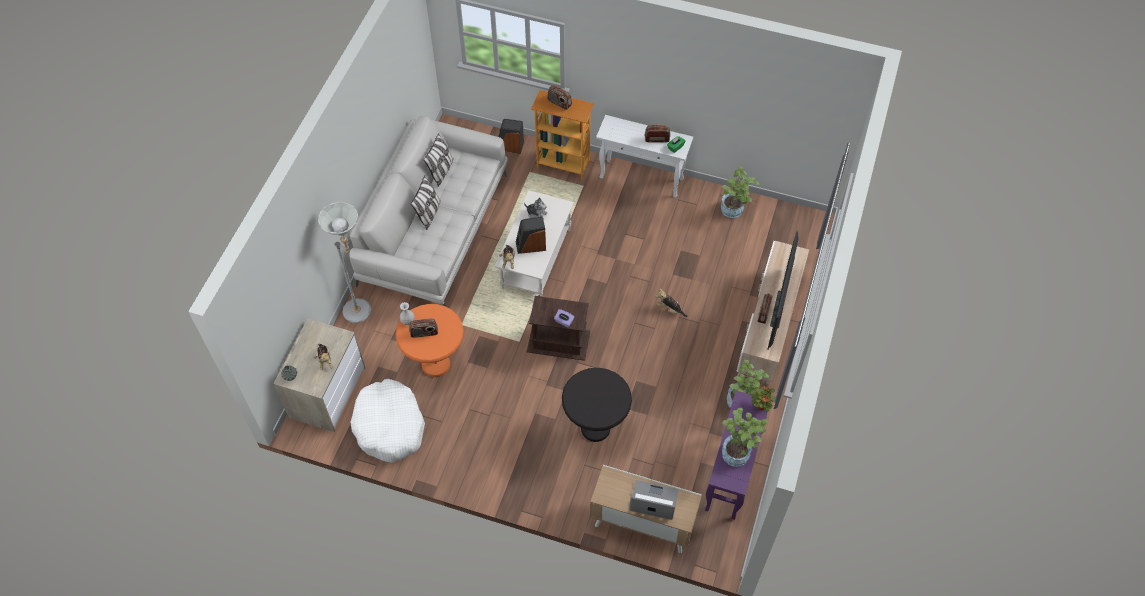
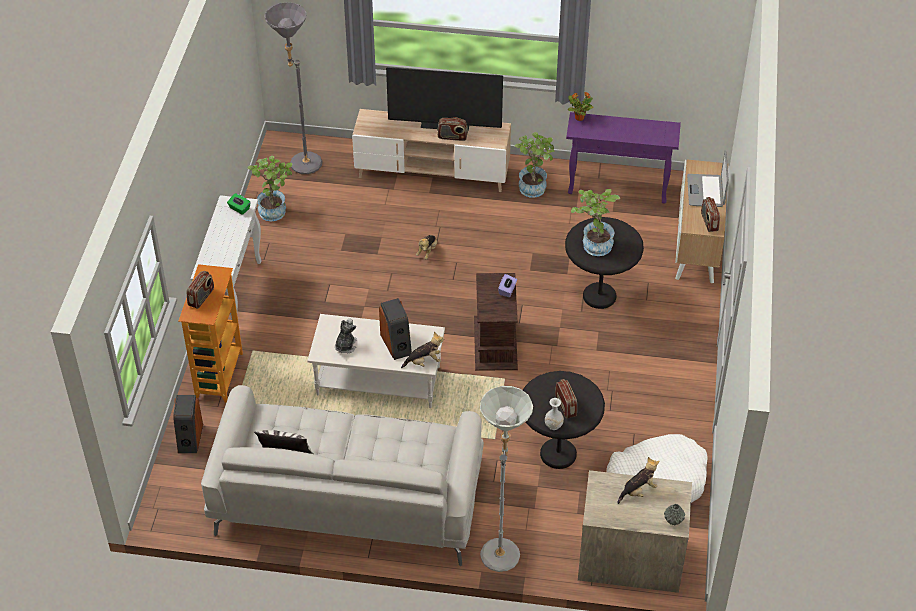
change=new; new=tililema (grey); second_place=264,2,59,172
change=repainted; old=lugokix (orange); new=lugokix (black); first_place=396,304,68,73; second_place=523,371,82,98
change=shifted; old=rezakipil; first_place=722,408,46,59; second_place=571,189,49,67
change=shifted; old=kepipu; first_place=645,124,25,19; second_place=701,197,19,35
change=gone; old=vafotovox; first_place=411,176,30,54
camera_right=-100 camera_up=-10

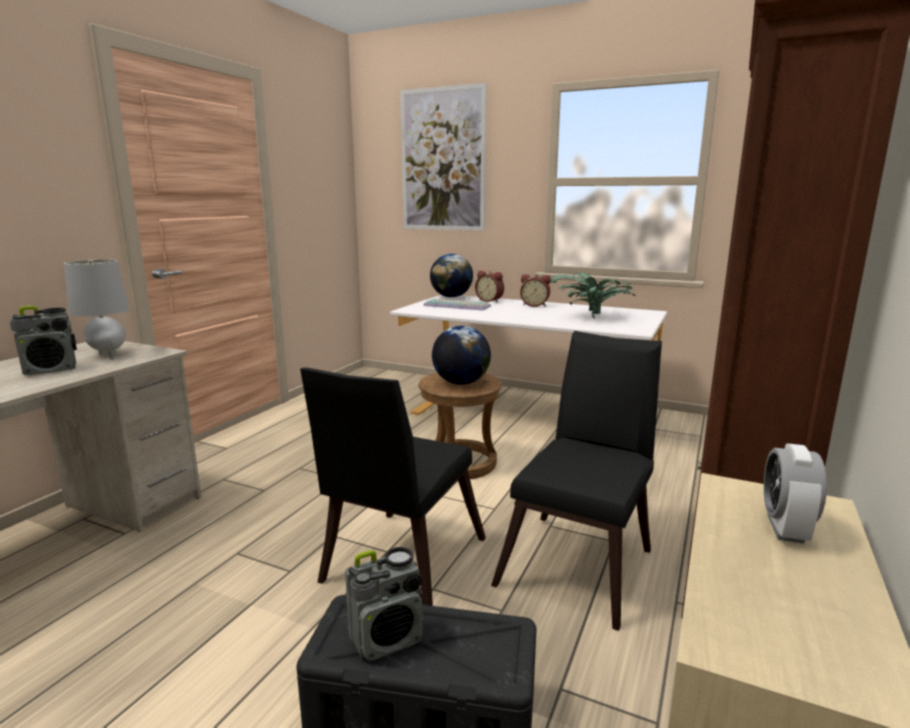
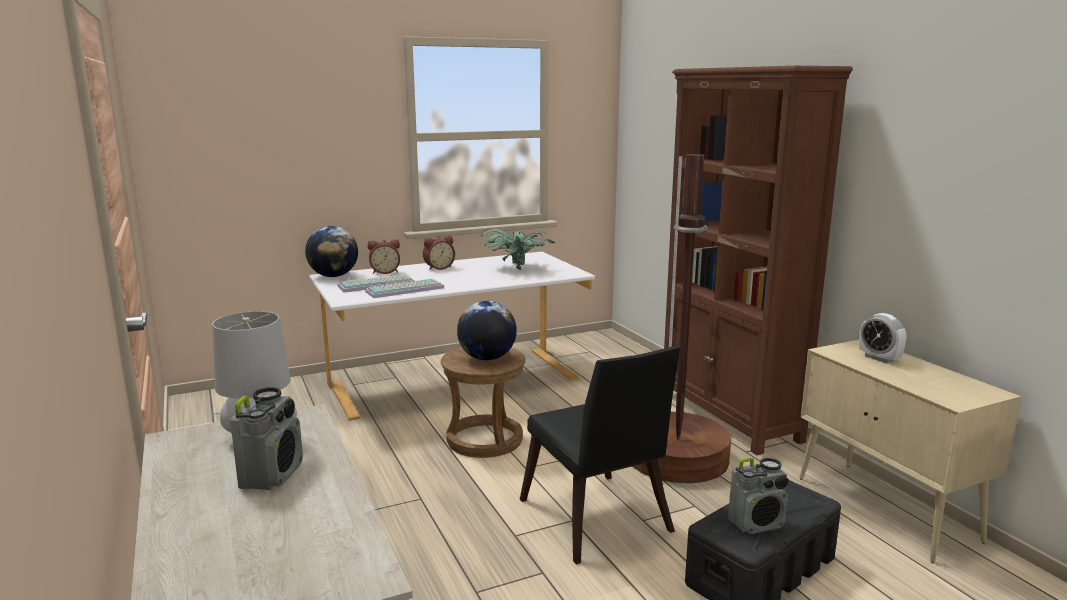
change=new; new=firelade; second_place=365,278,79,20
change=swapped; old=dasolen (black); new=tililema (brown); first_place=491,331,171,300; second_place=632,154,99,330
change=rotated; old=kepipu; first_place=345,547,78,113; second_place=728,457,61,77; degrees=60
change=gone; old=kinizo; first_place=400,83,87,148
camera_right=-50 camera_up=0

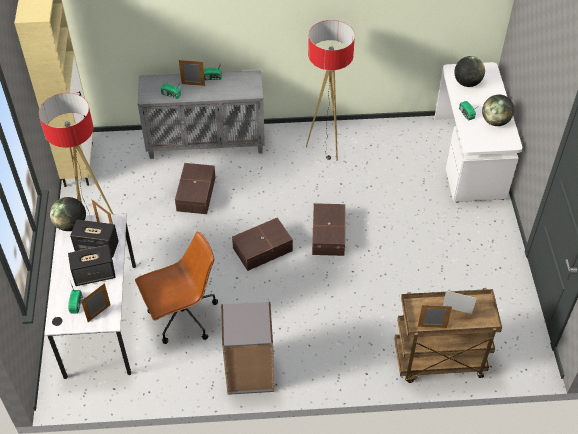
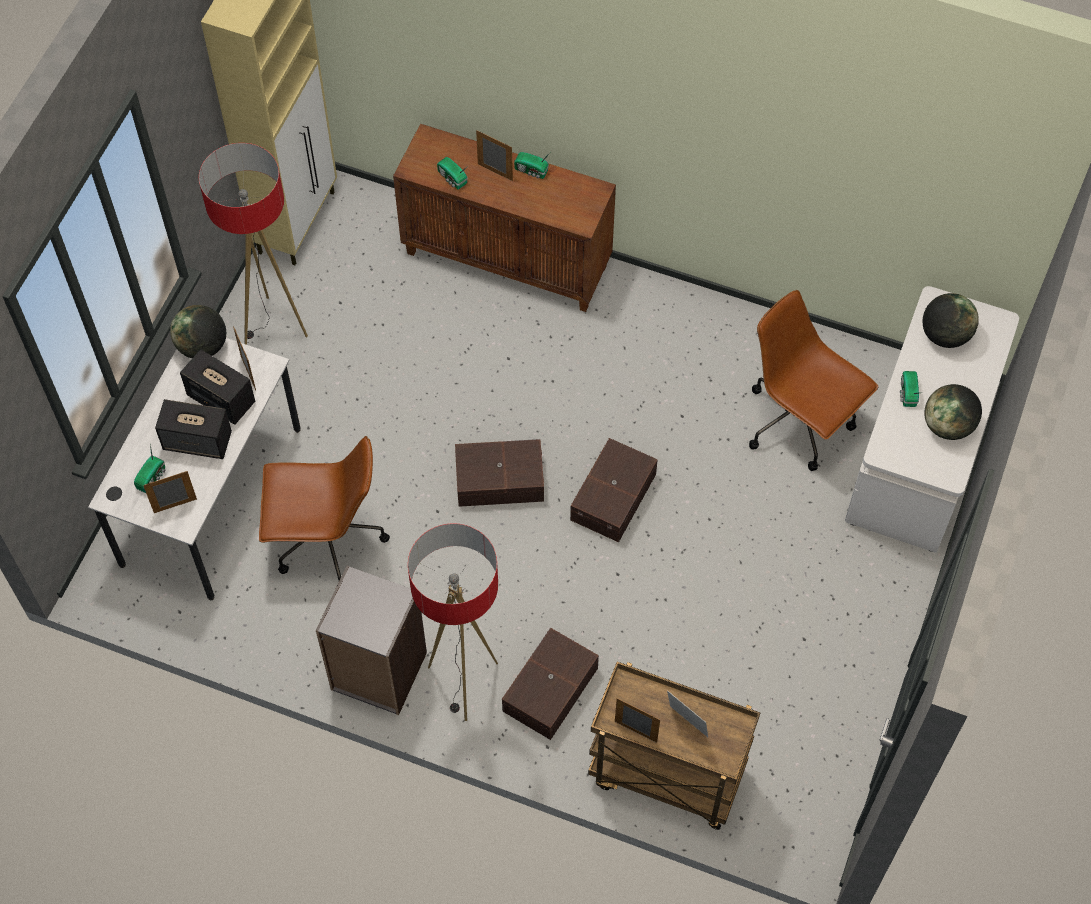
change=repainted; old=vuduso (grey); new=vuduso (brown); first_place=138,70,127,89; second_place=393,124,223,188
change=shifted; old=tililema; first_place=306,20,49,141; second_place=408,523,90,198
change=shifted; old=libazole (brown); first_place=175,163,41,51; second_place=502,628,97,112
change=new; new=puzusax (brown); second_place=749,290,129,181
camera_right=25 camera_up=10

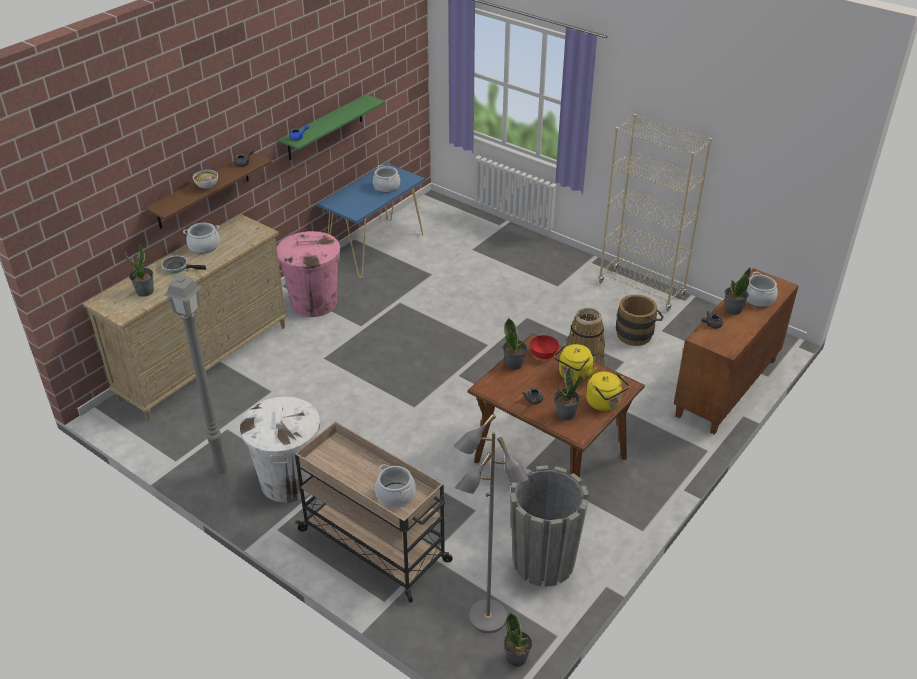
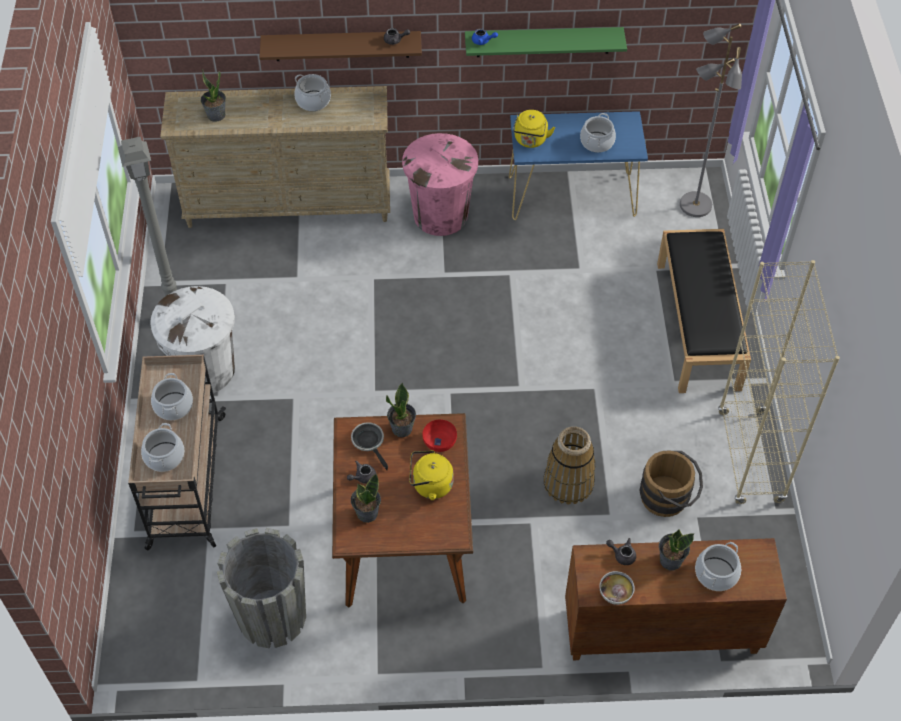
change=new; new=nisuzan; second_place=151,373,42,47
change=shifted; old=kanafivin; first_place=161,256,45,17; second_place=351,422,37,48
change=shifted; old=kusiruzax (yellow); first_place=586,372,44,39; second_place=513,110,42,38
change=shifted; old=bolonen; first_place=193,170,25,19; second_place=599,571,36,34
change=new; new=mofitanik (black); second_place=657,229,94,164
change=shifted; old=tililema (grey); first_place=454,414,75,219; second_place=680,23,62,194
change=gone; old=rezakipil; first_place=504,613,29,54
camera_right=50 camera_up=15

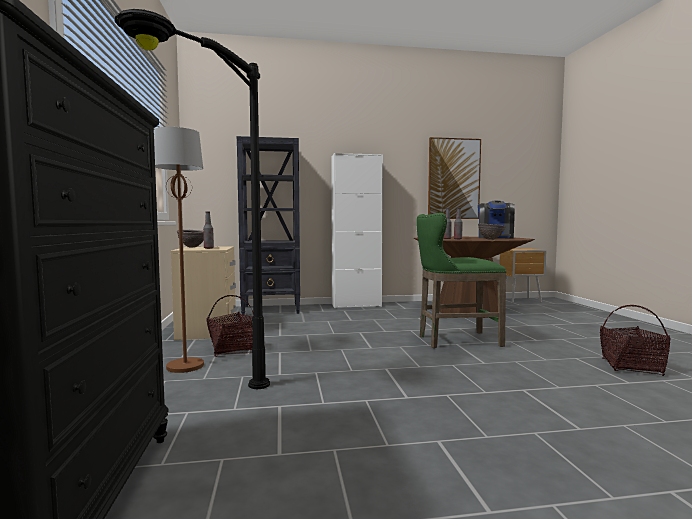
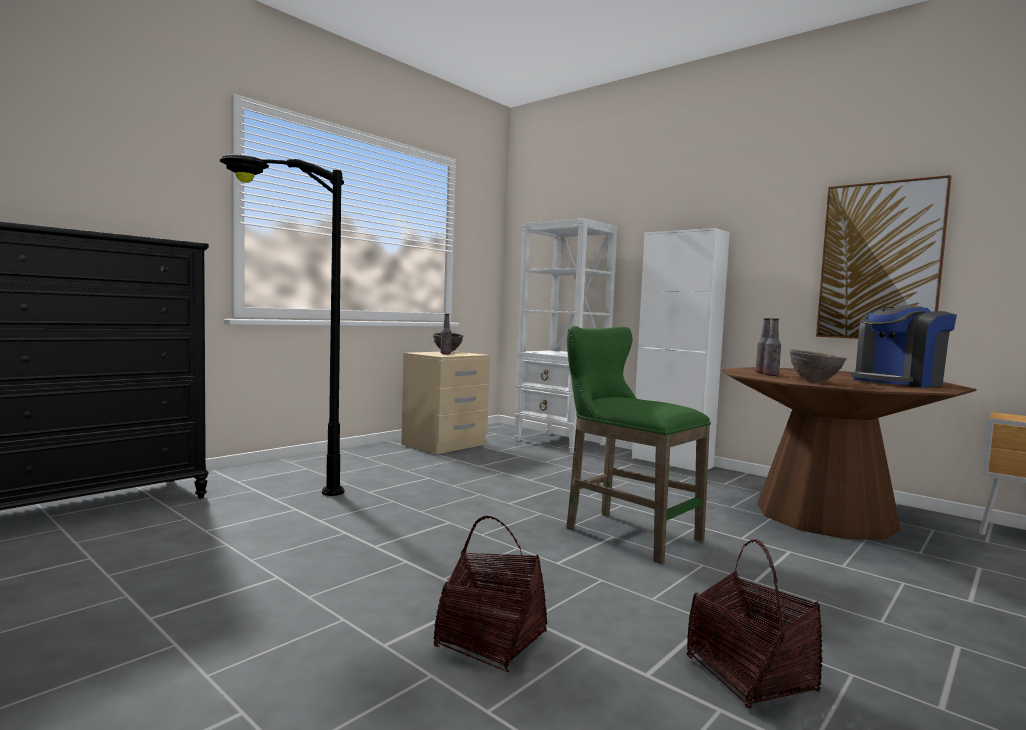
change=shifted; old=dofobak; first_place=206,295,47,62; second_place=434,516,114,156
change=repainted; old=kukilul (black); new=kukilul (white); first_place=237,136,63,179; second_place=514,218,104,235
change=gone; old=tililema (brown); first_place=154,127,50,246
camera_right=50 camera_up=0

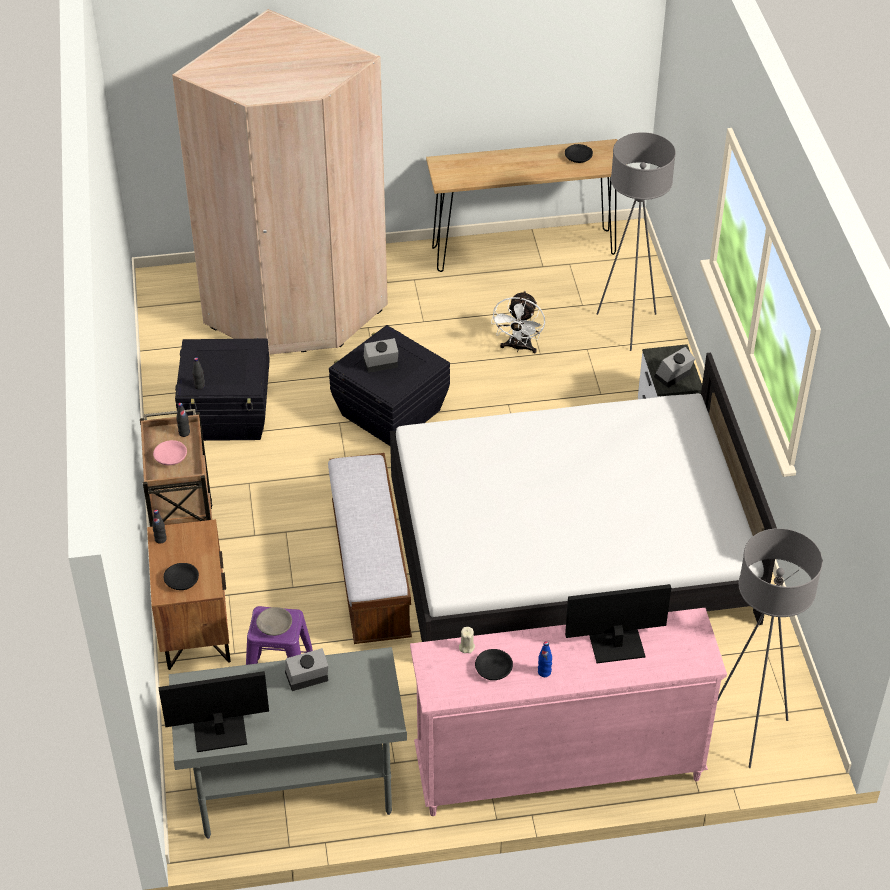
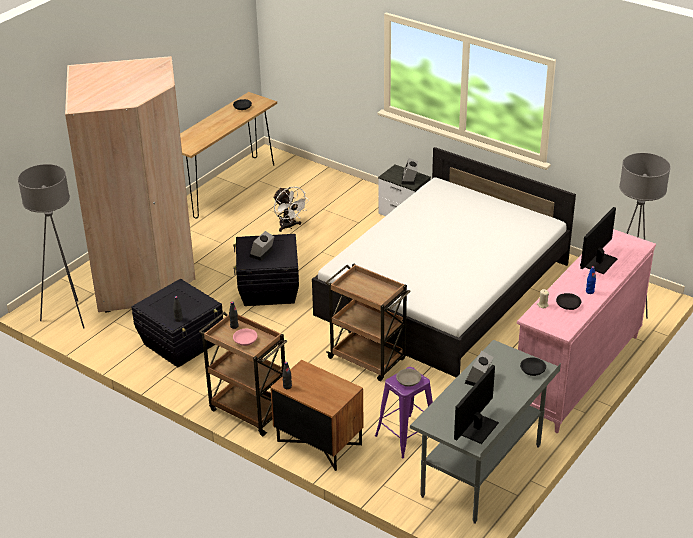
change=shifted; old=tililema (grey); first_place=597,132,79,219; second_place=18,164,67,164
change=swapped; old=mofitanik; new=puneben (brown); first_place=328,453,84,191; second_place=325,263,86,118
change=shifted; old=bolonen (black); first_place=164,563,35,27; second_place=520,357,26,19
camera_right=-45 camera_up=-10

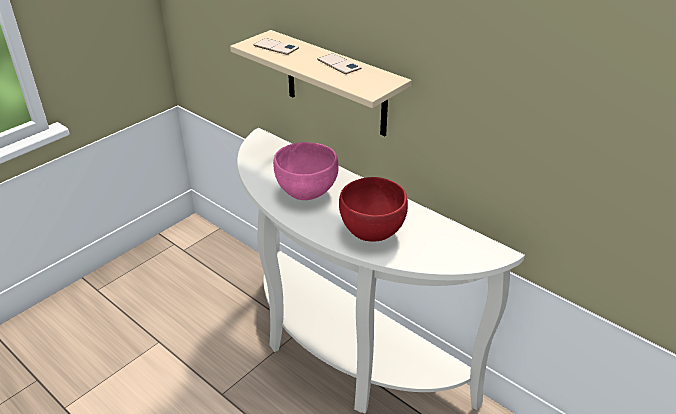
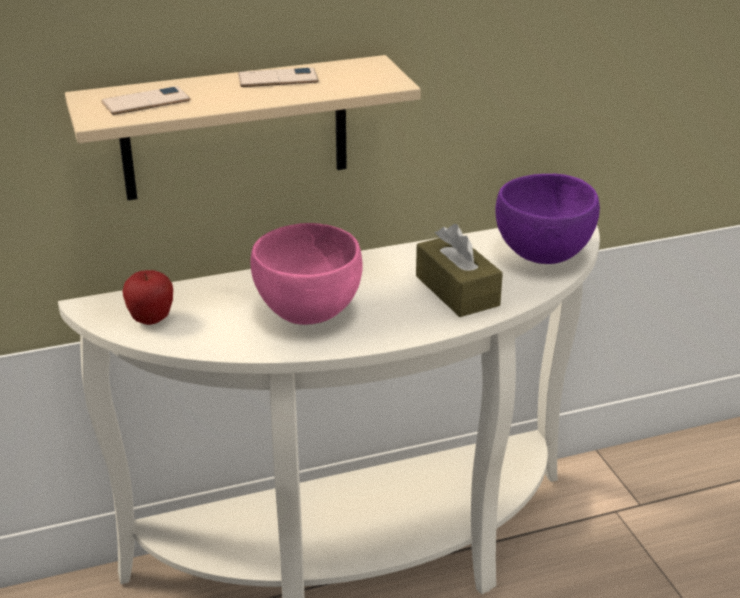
change=new; new=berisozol; second_place=123,270,50,55
change=swapped; old=bolonen (red); new=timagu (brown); first_place=339,177,69,65; second_place=416,224,87,93
change=new; new=bolonen (purple); second_place=496,174,104,90
camera_right=-60 camera_up=-5

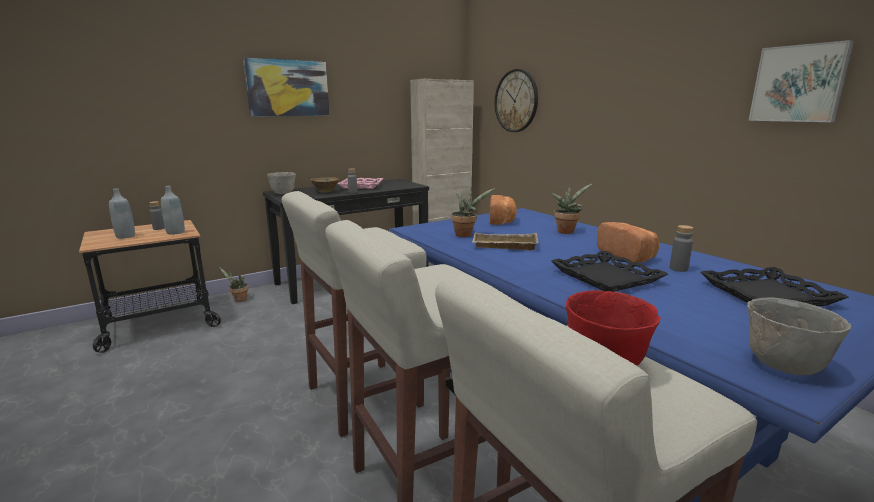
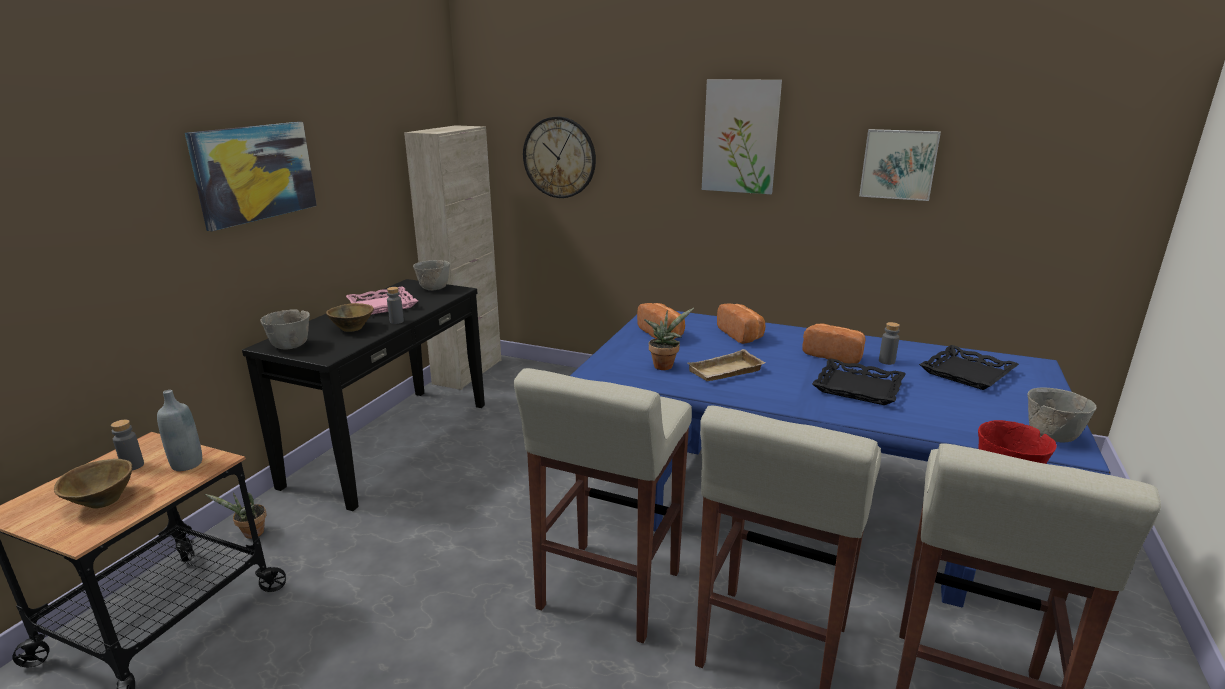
change=swapped; old=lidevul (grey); new=bolonen (brown); first_place=109,188,26,51; second_place=54,459,78,50
change=new; new=bolonen (grey); second_place=413,260,37,31
change=new; new=kinizo; second_place=702,79,80,115
change=swapped; old=rezakipil; new=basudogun; first_place=550,184,42,50; second_place=717,304,48,40
camera_right=-35 camera_up=5

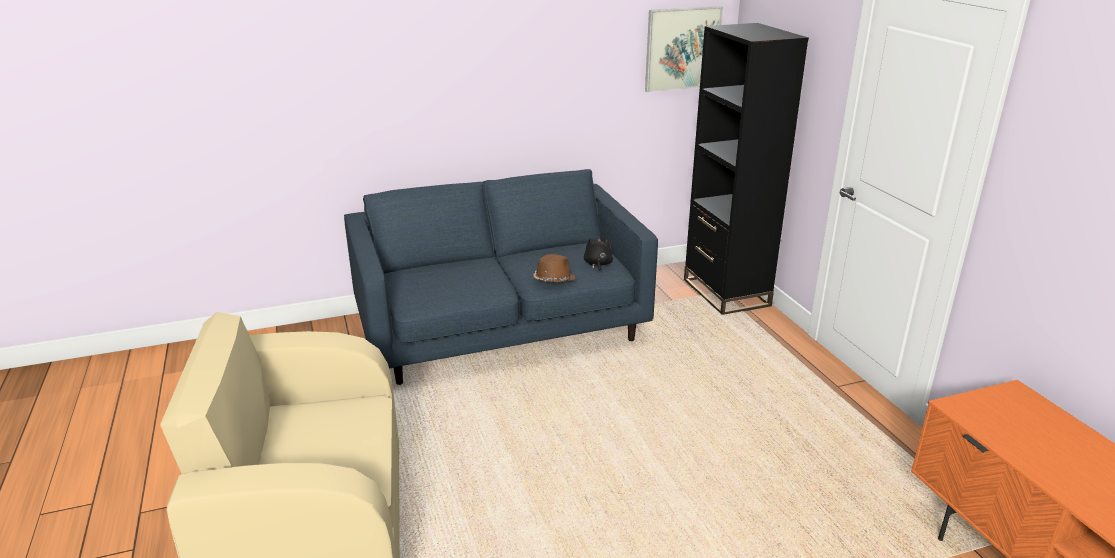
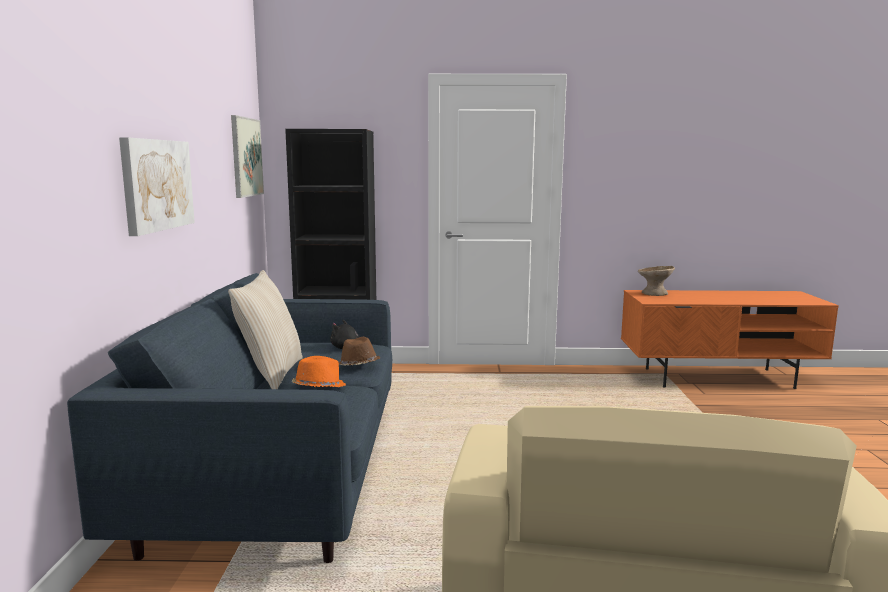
change=new; new=kinizo; second_place=119,137,76,99
change=new; new=vafotovox (beige); second_place=228,270,75,119
change=new; new=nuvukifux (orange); second_place=292,356,54,31
change=new; new=bolonen (beige); second_place=638,266,37,30
camera_right=-70 camera_up=-15

